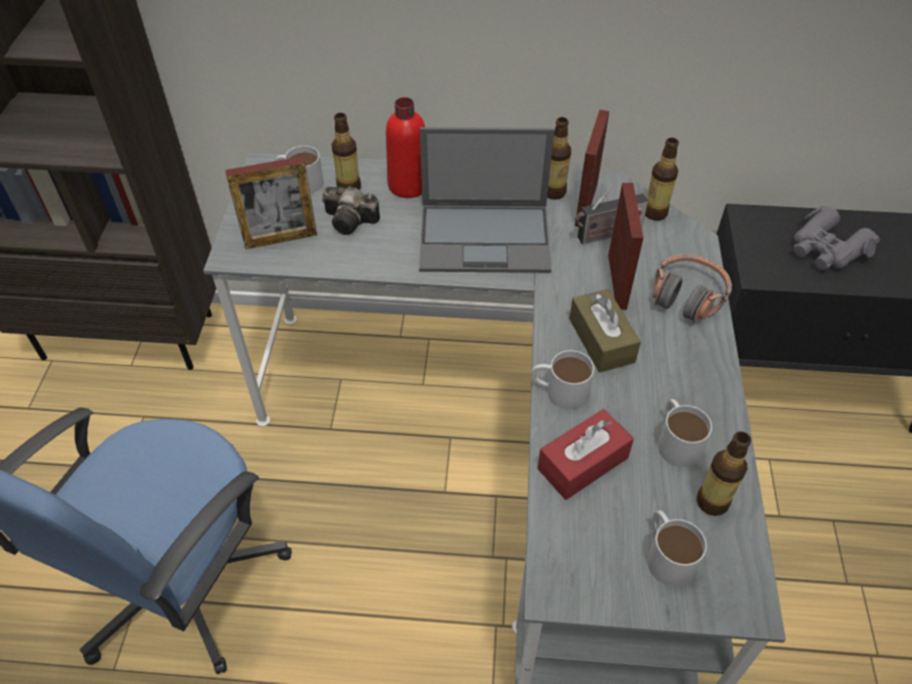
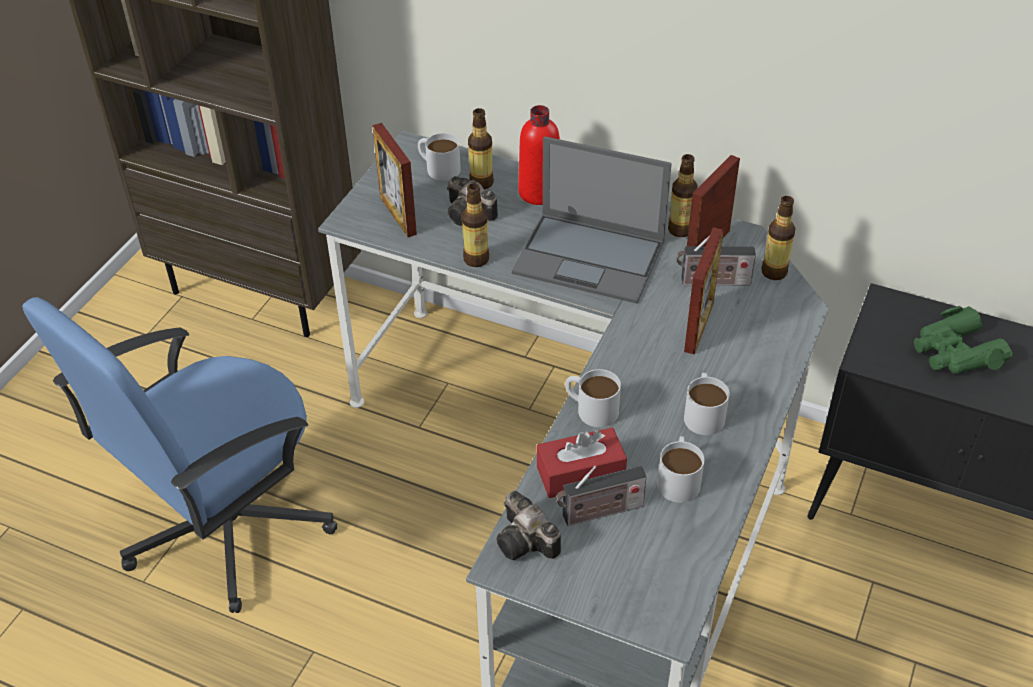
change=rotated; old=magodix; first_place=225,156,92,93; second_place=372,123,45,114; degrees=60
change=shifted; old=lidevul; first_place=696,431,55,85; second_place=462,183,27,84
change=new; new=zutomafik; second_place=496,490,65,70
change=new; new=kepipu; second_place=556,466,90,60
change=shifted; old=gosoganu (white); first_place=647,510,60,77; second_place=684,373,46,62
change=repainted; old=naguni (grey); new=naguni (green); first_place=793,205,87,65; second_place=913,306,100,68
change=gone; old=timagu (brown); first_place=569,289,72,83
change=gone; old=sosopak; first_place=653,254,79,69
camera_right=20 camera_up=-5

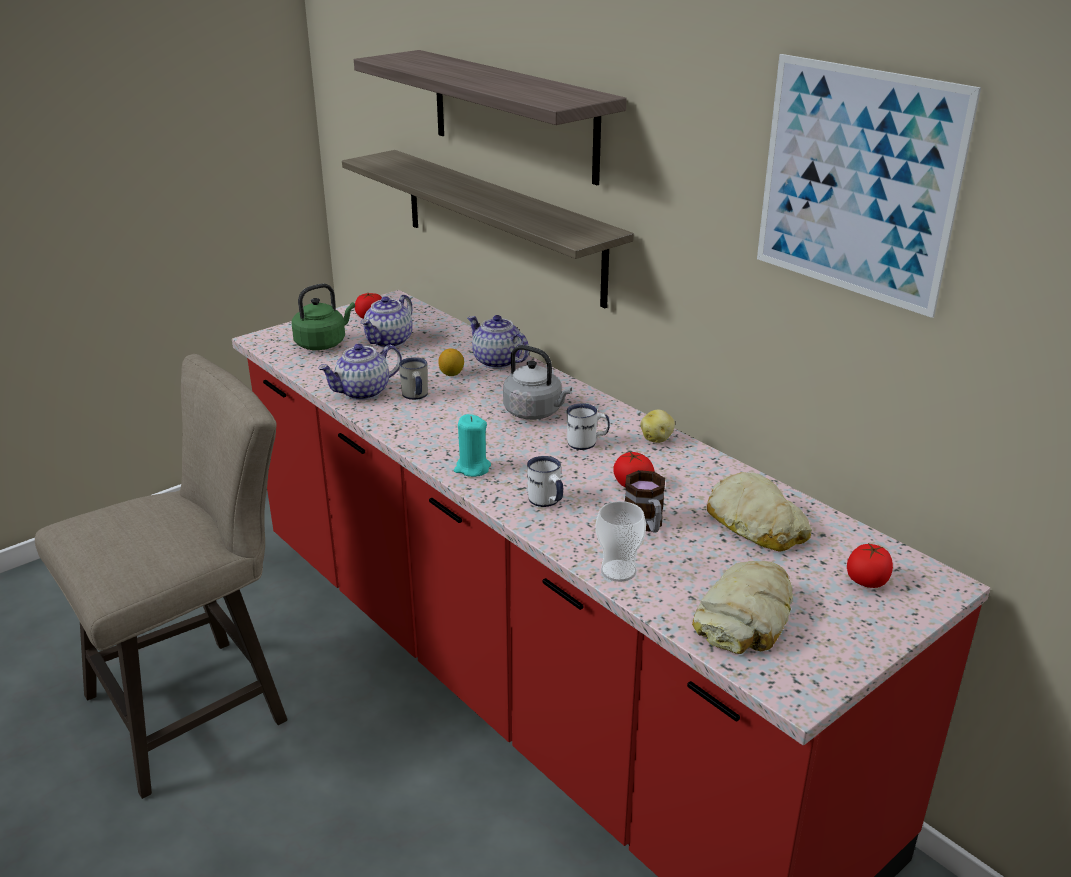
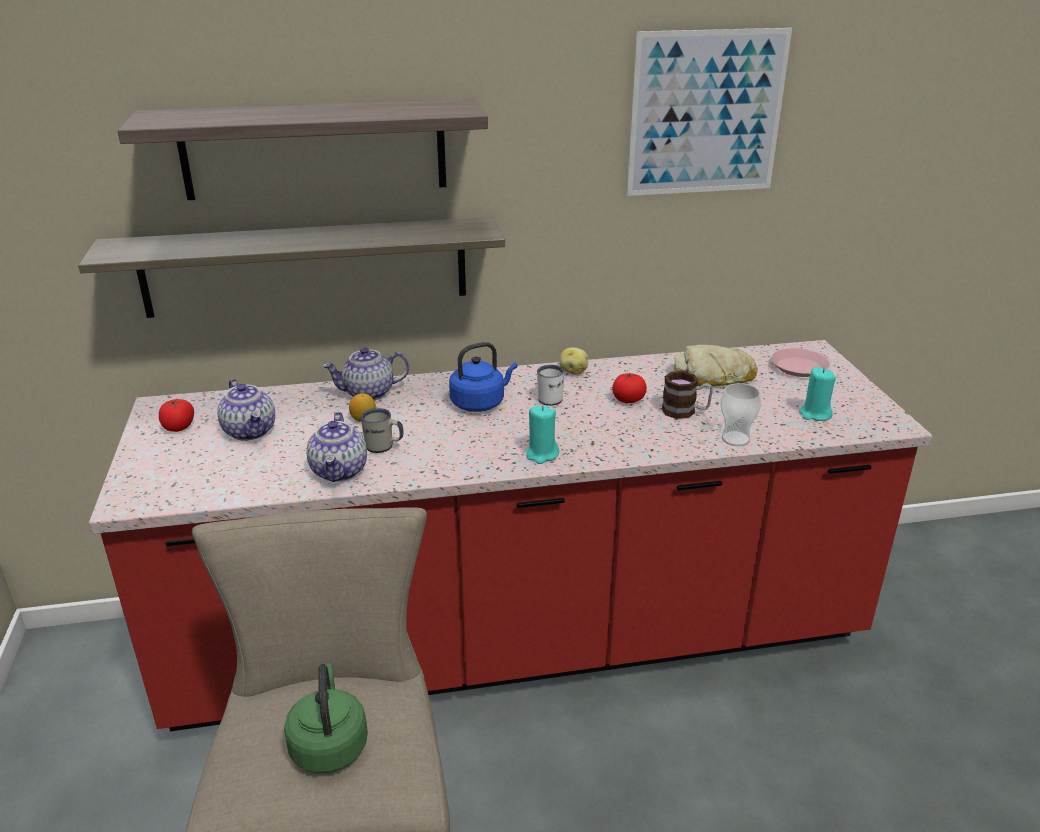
change=shifted; old=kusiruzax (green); first_place=291,283,64,67; second_place=284,663,84,110
change=repainted; old=kusiruzax (grey); new=kusiruzax (blue); first_place=503,345,69,75; second_place=449,342,68,70
change=swapped; old=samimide; new=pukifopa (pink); first_place=847,543,46,45; second_place=771,348,59,29
change=swapped; old=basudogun; new=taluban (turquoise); first_place=692,561,101,93; second_place=799,367,37,54
change=gone; old=gosoganu (white); first_place=527,456,36,51
camera_right=-60 camera_up=0

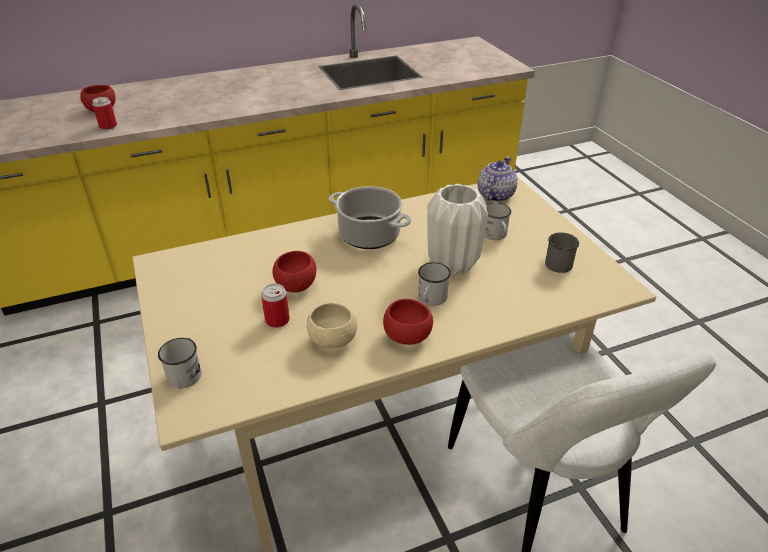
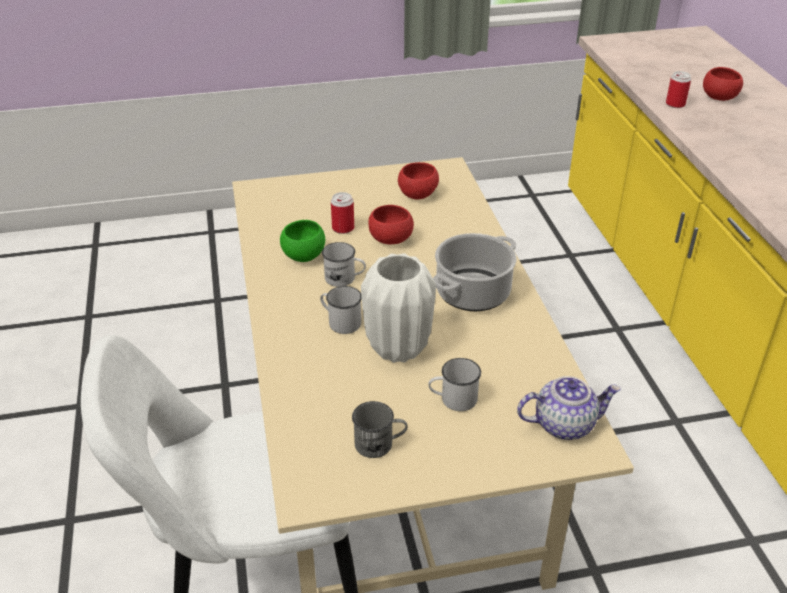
change=repainted; old=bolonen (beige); new=bolonen (green); first_place=307,303,50,45; second_place=280,220,45,42
change=shifted; old=gosoganu (white); first_place=158,337,43,51; second_place=322,242,44,45
change=shifted; old=bolonen (red); first_place=383,299,50,46; second_place=398,162,41,38
change=rotated; old=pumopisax; first_place=477,157,41,45; second_place=517,376,104,64; degrees=-45
camera_right=100 camera_up=0

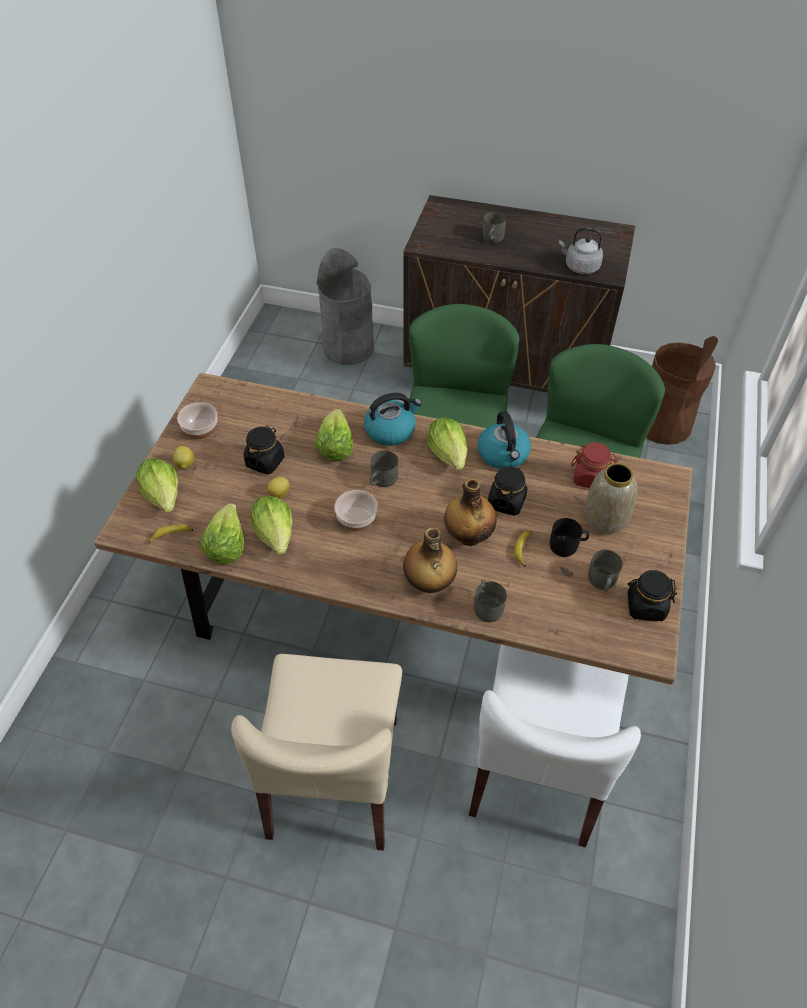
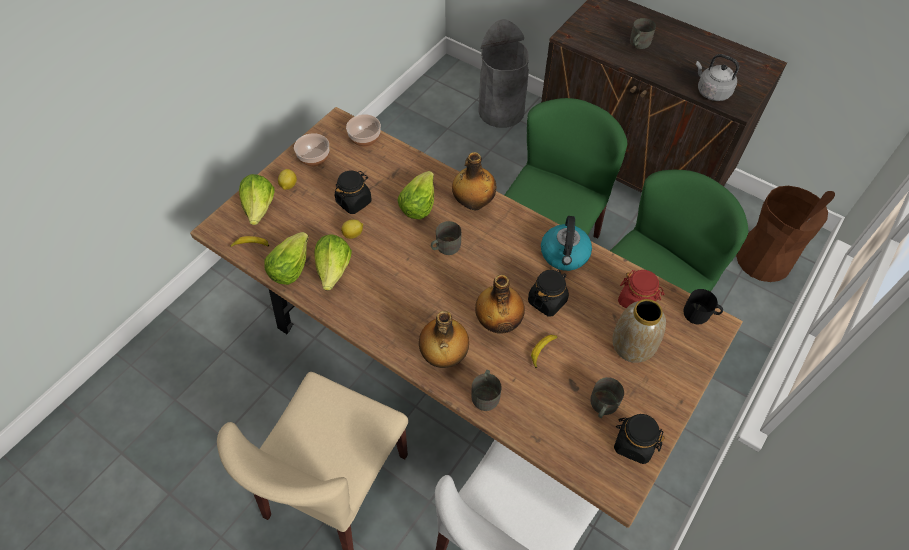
change=shifted; old=bolonen; first_place=334,490,44,41; second_place=346,114,35,33
change=swapped; old=kusiruzax; new=lidevul; first_place=364,392,58,54; second_place=452,152,44,58
change=shifted; old=gosoganu (black); first_place=550,518,39,39; second_place=684,289,39,35
change=gone; old=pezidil; first_place=427,418,40,52
camera_right=20 camera_up=5

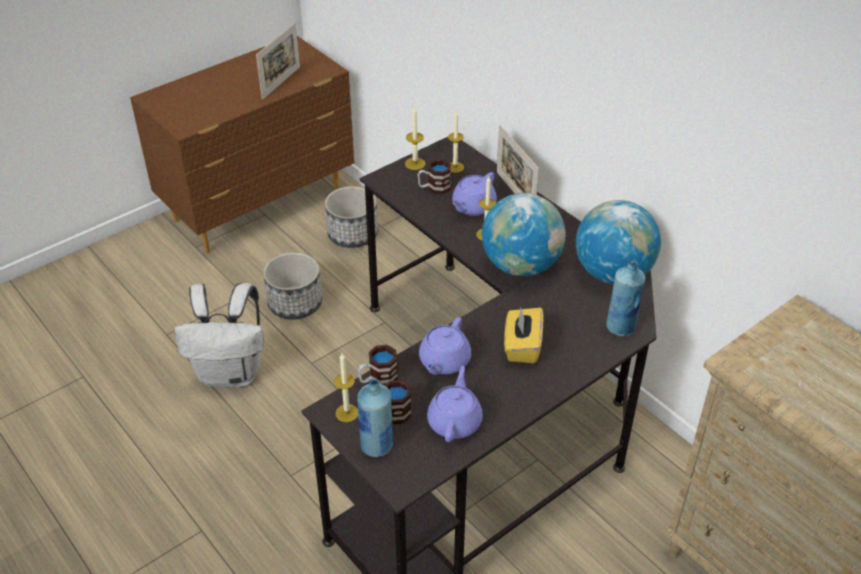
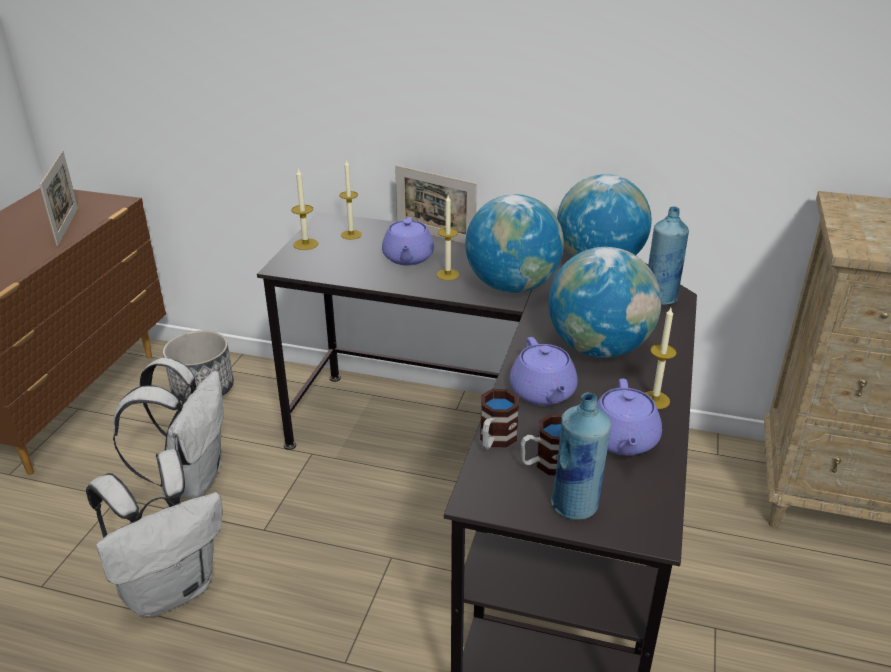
change=swapped; old=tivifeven; new=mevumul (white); first_place=263,252,59,67; second_place=113,358,111,141
change=swapped; old=timagu (yellow); new=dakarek; first_place=504,308,39,56; second_place=549,247,112,111
change=rotated; old=pumopisax (purple); first_place=427,366,56,76; second_place=597,378,65,77; degrees=-150
change=shifted; old=taluban; first_place=334,353,24,69; second_place=645,308,32,101
change=gone; old=gosoganu; first_place=418,159,33,35
camera_right=-35 camera_up=-10

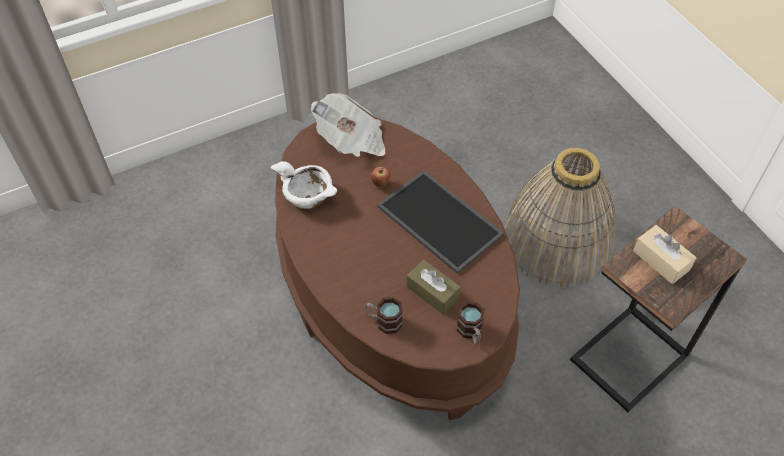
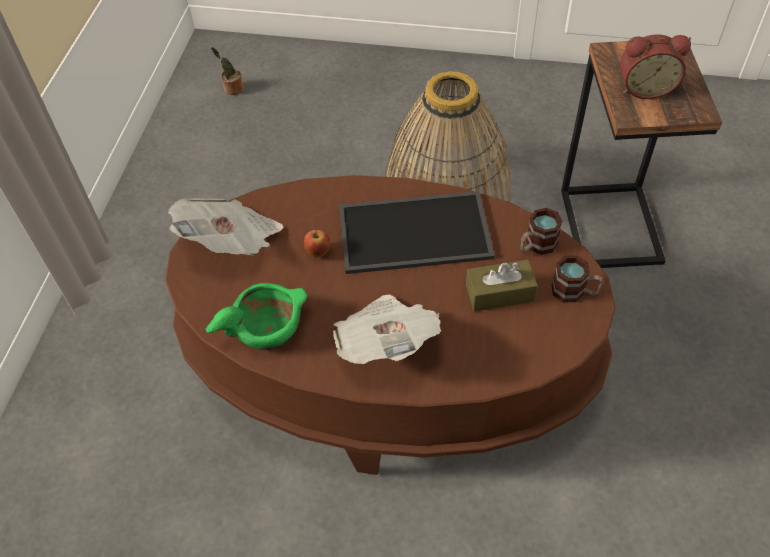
change=repainted; old=bolonen (white); new=bolonen (green); first_place=271,161,67,48; second_place=205,283,103,66
change=new; new=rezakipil; second_place=211,47,33,48
change=new; new=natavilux; second_place=333,295,108,69
change=shifted; old=gosoganu; first_place=365,297,38,37; second_place=520,208,42,47
change=swapped; old=timagu (beige); new=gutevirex; first_place=633,225,64,59; second_place=620,34,71,65
camera_right=-50 camera_up=0

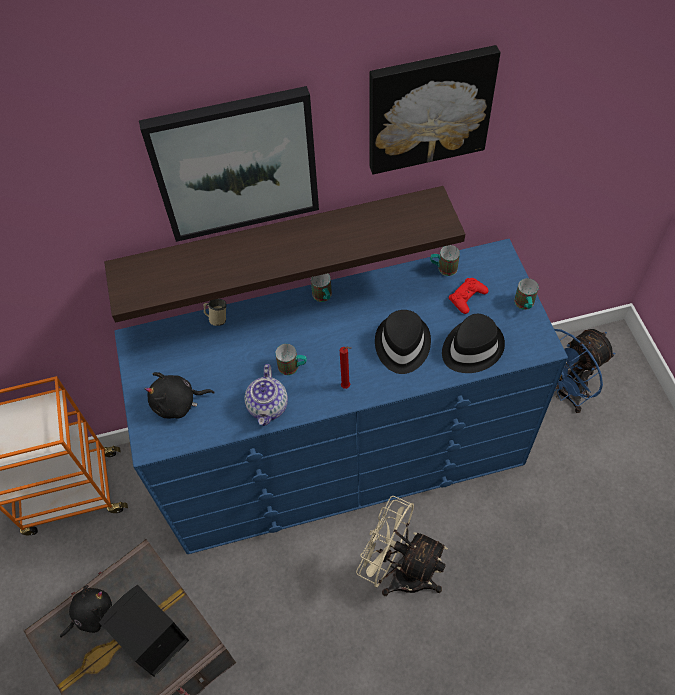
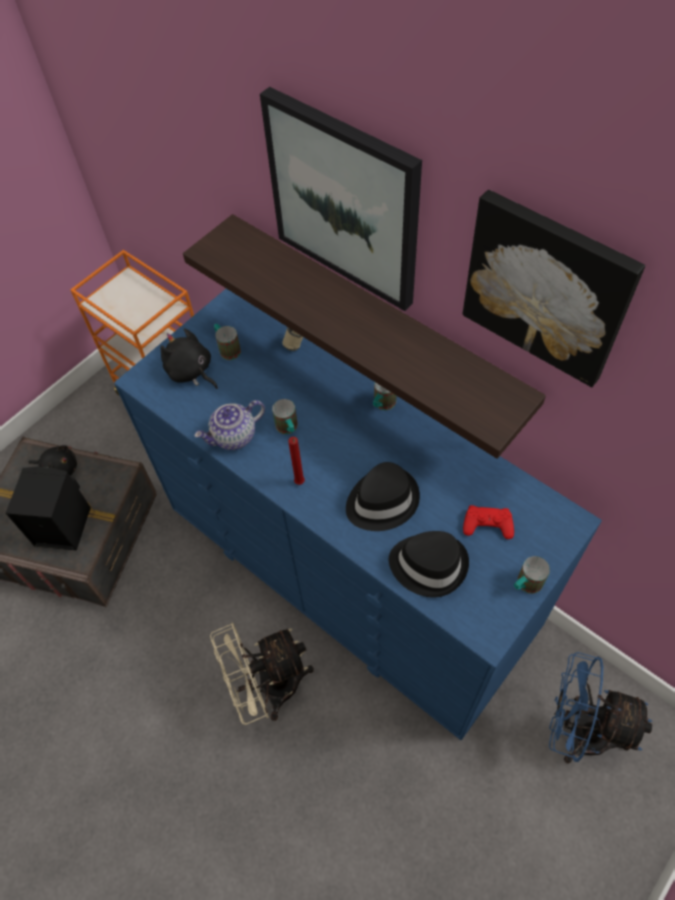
change=rotated; old=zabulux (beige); first_place=356,496,92,100; second_place=210,622,104,103; degrees=-105
change=shifted; old=gosoganu; first_place=430,245,30,31; second_place=214,324,27,36
camera_right=55 camera_up=0

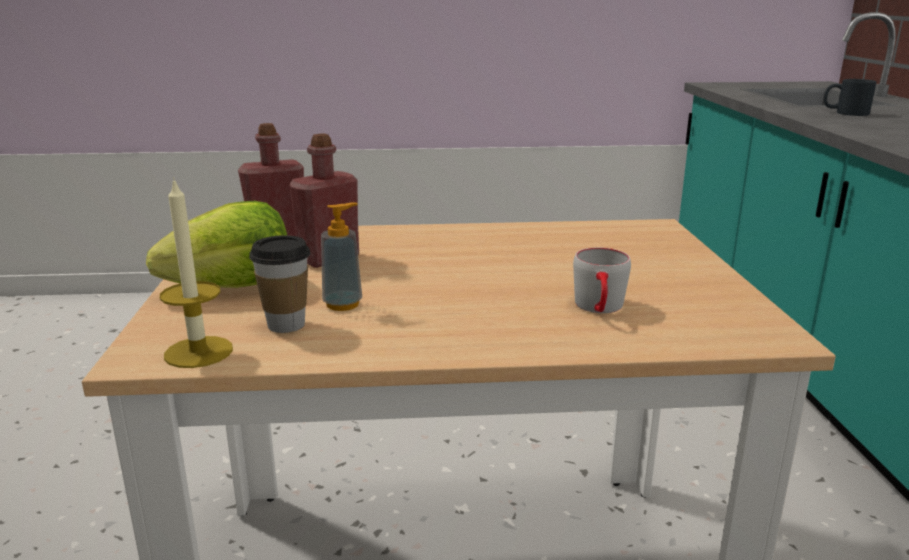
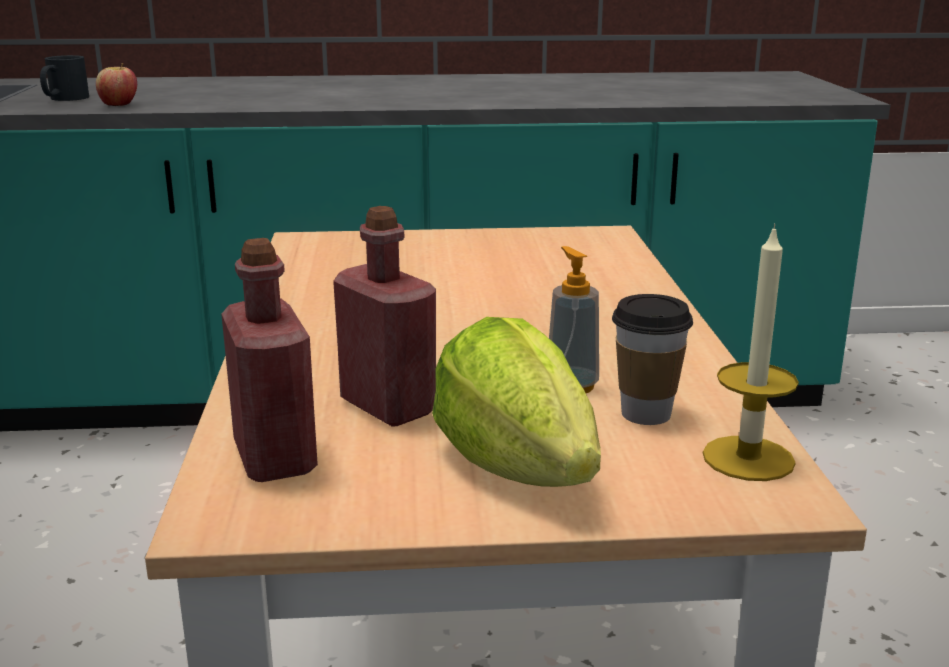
change=new; new=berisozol; second_place=96,63,41,43
change=gone; old=gosoganu (grey); first_place=573,248,58,65
camera_right=-90 camera_up=0

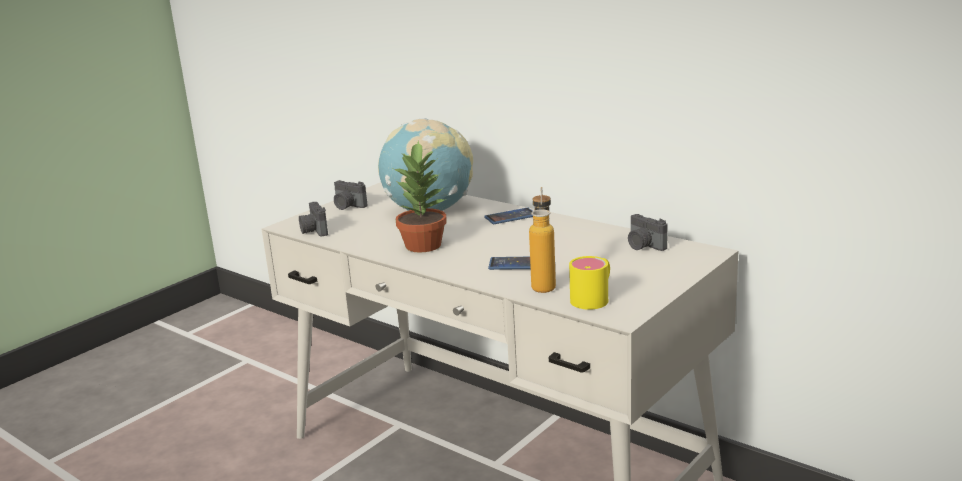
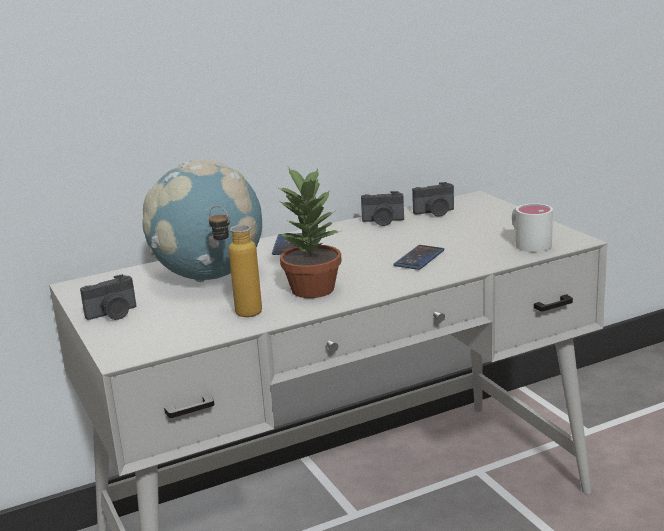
change=shifted; old=lidevul; first_place=529,187,27,106; second_place=209,205,53,112
change=shifted; old=zutomafik; first_place=299,202,29,34; second_place=361,191,43,35
change=repainted; old=gosoganu (yellow); new=gosoganu (white); first_place=569,256,41,54; second_place=512,203,41,49
camera_right=-65 camera_up=0

